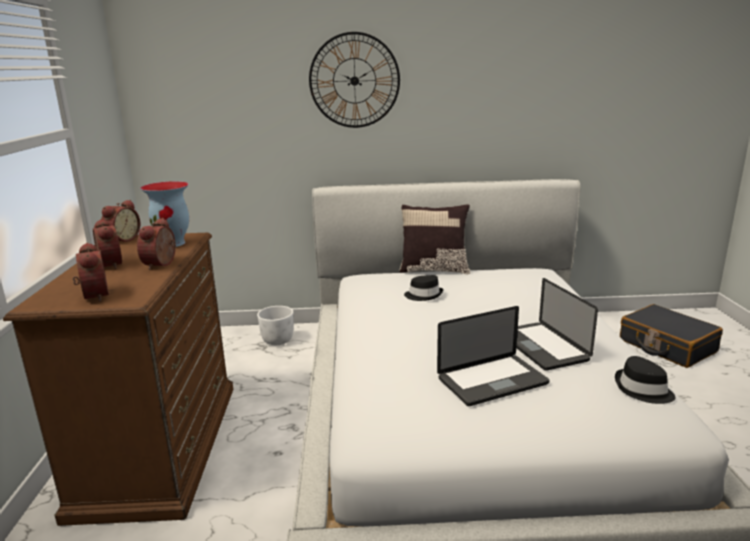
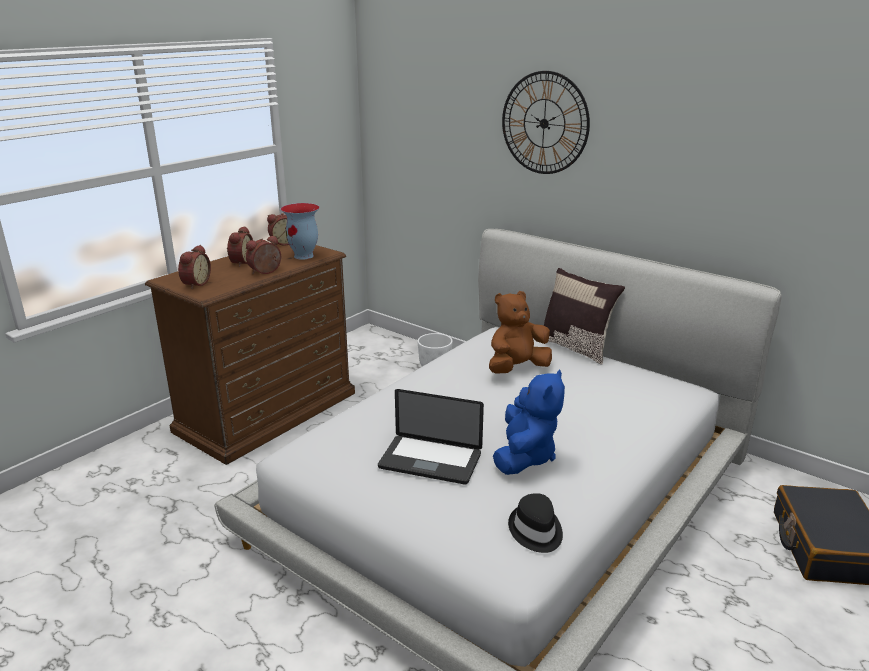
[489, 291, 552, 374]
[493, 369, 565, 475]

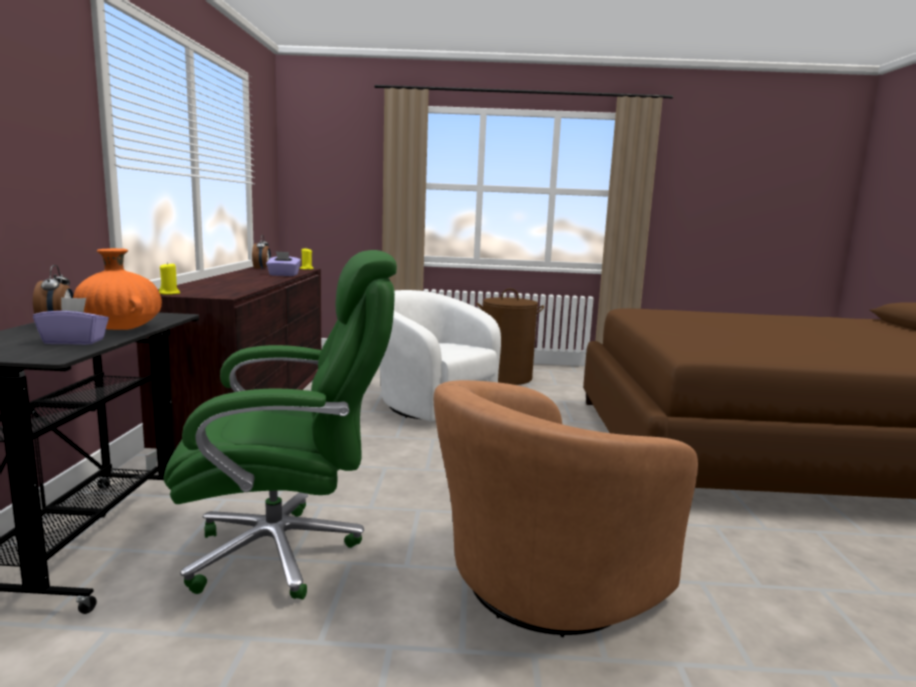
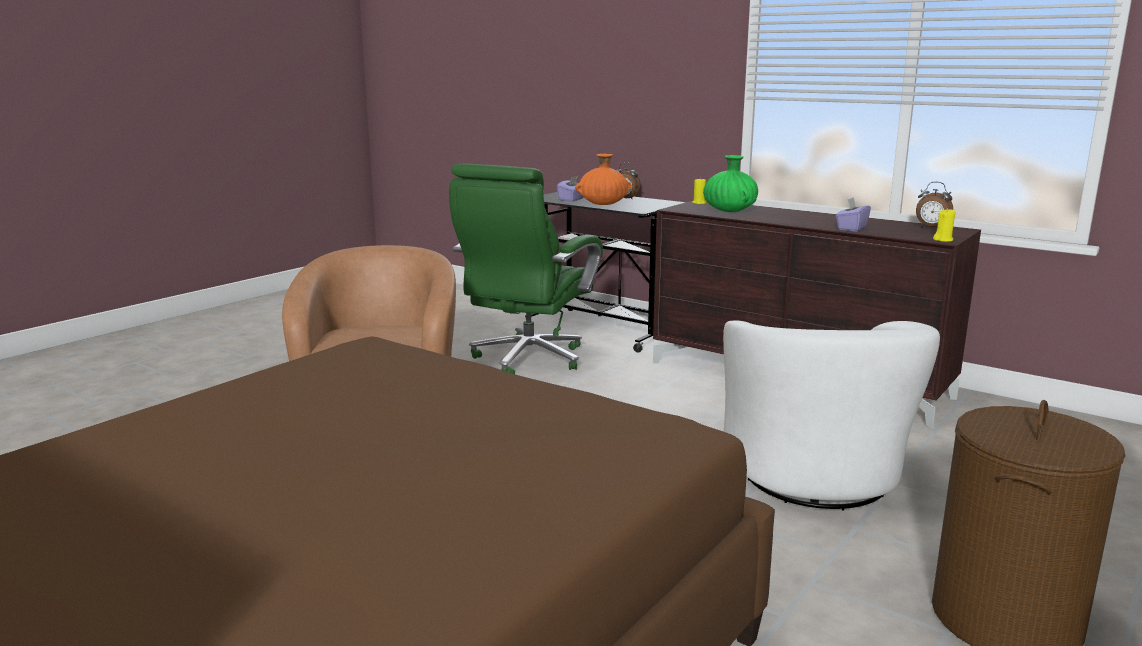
[723, 320, 940, 511]
[703, 155, 758, 212]

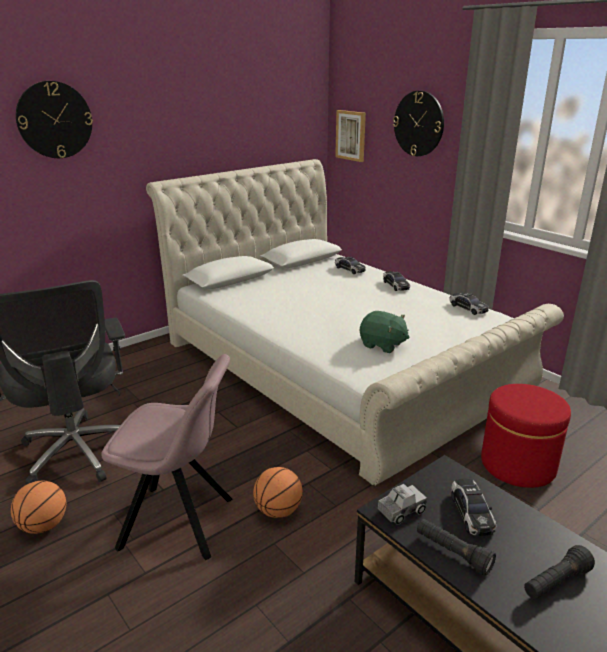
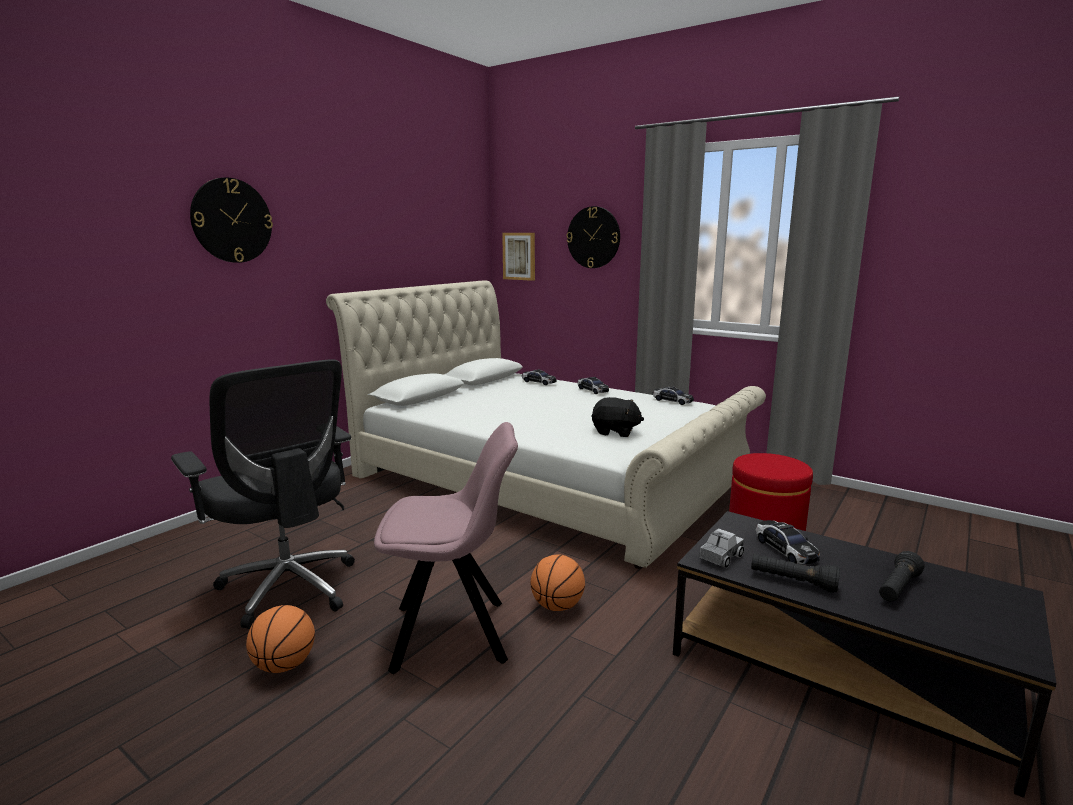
[591, 397, 644, 437]

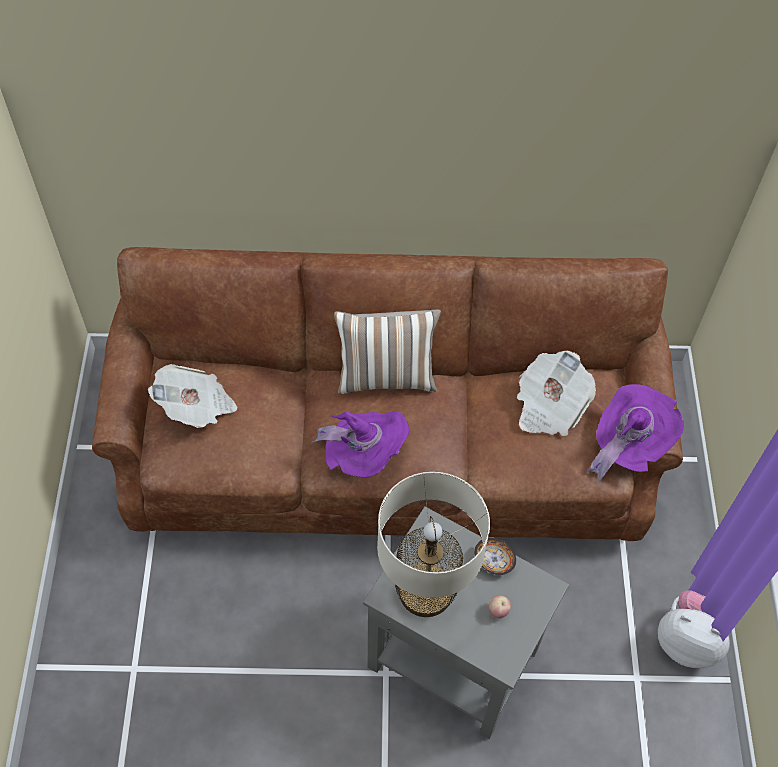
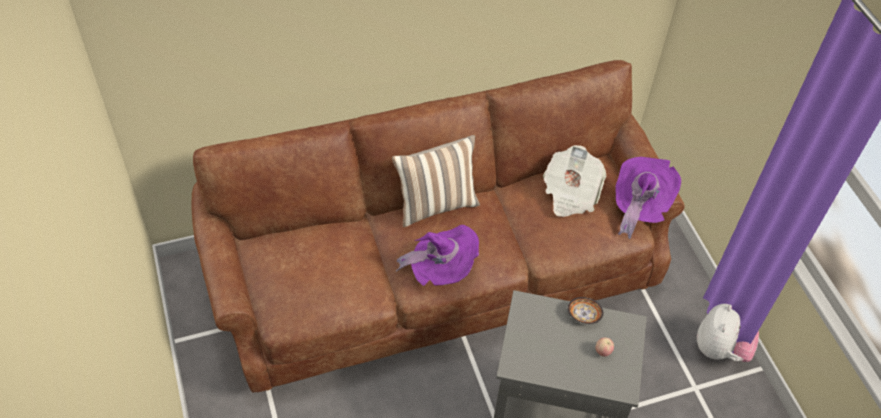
[148, 364, 238, 428] (first image)
[377, 472, 490, 617] (first image)
[697, 304, 759, 362]

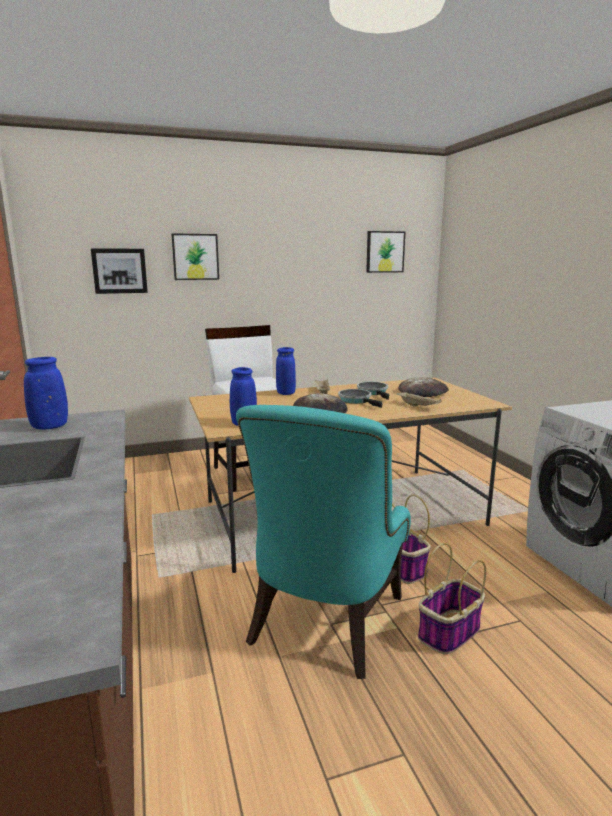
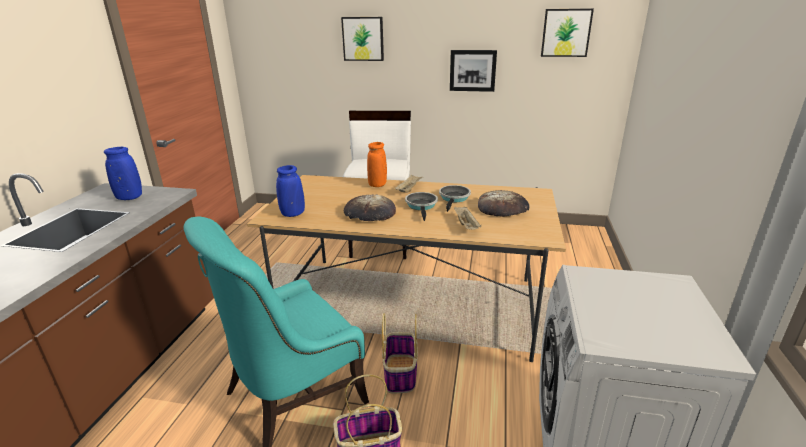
[450, 50, 497, 92]
[367, 142, 387, 187]

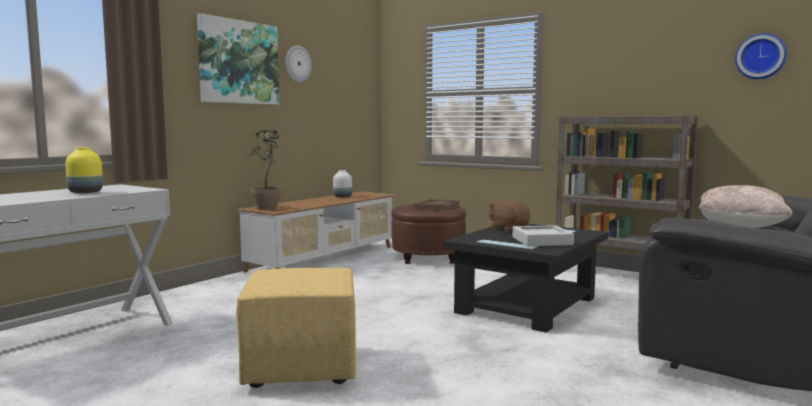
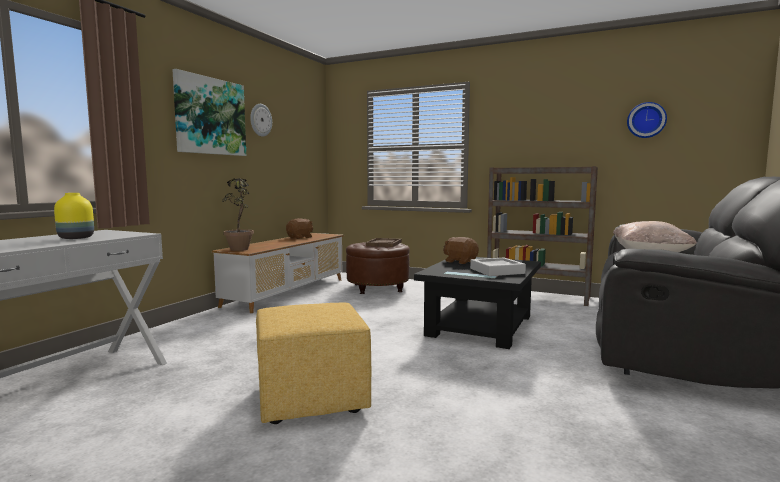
[286, 218, 313, 239]

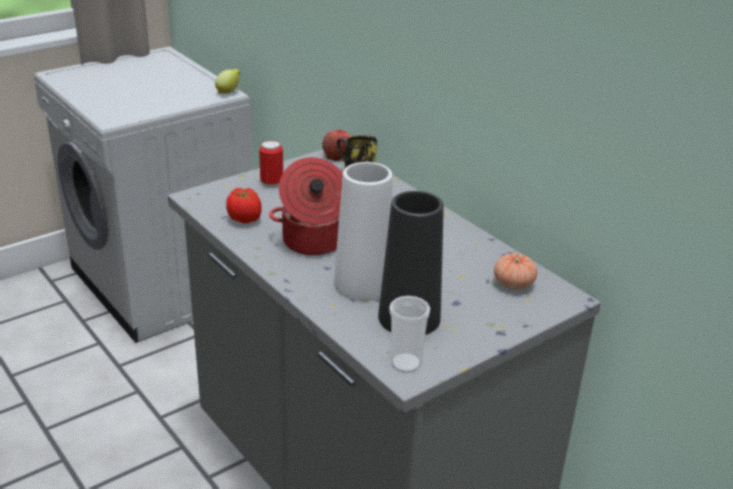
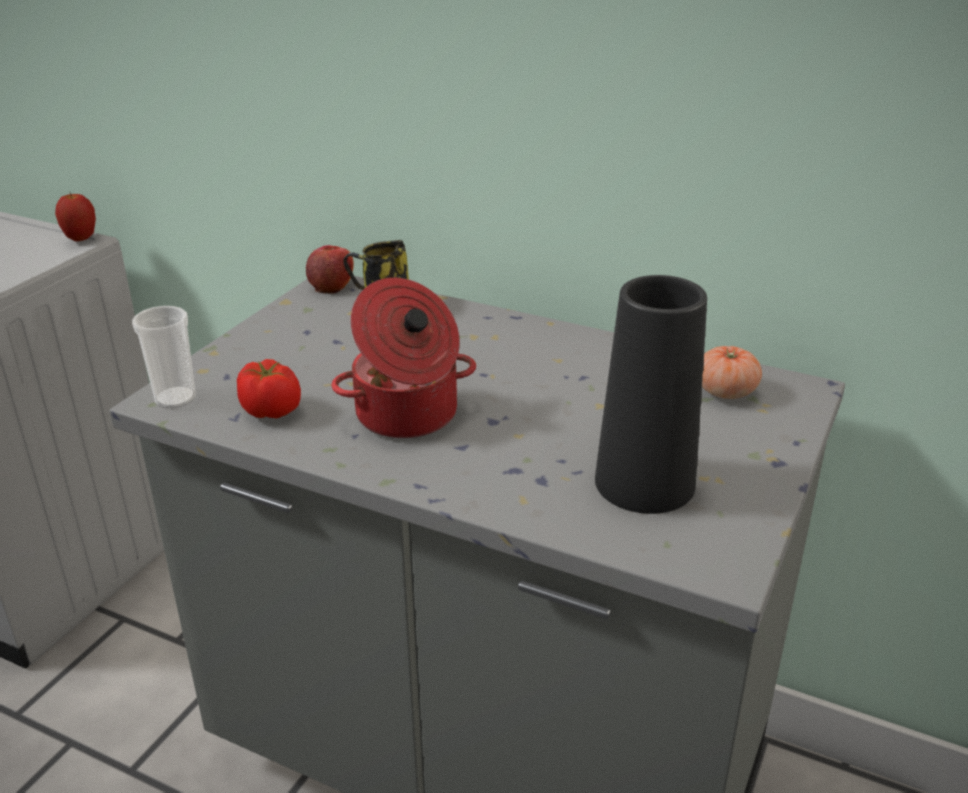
[55, 192, 96, 241]
[259, 140, 283, 188] (first image)
[334, 162, 393, 301] (first image)
[132, 306, 196, 408]

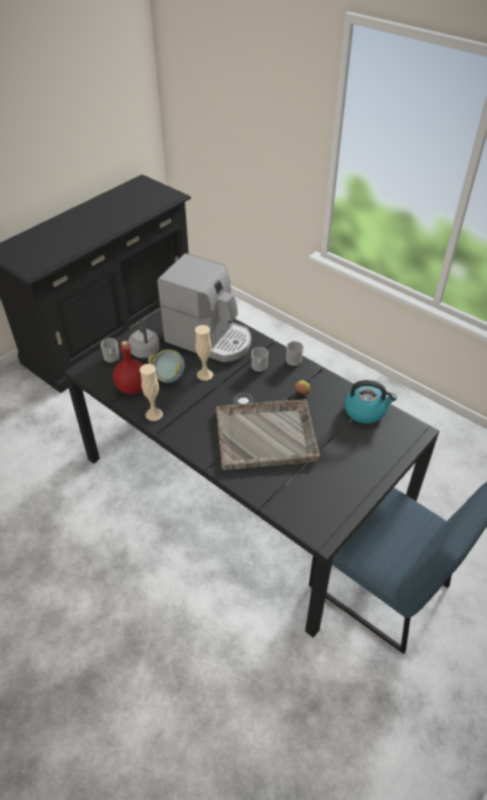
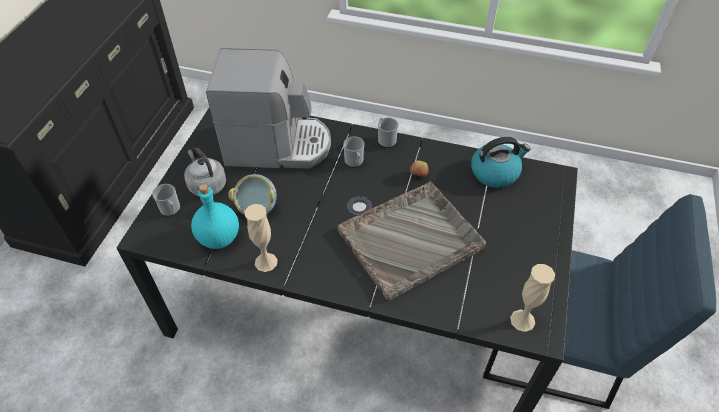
[191, 184, 239, 249]
[510, 264, 555, 332]

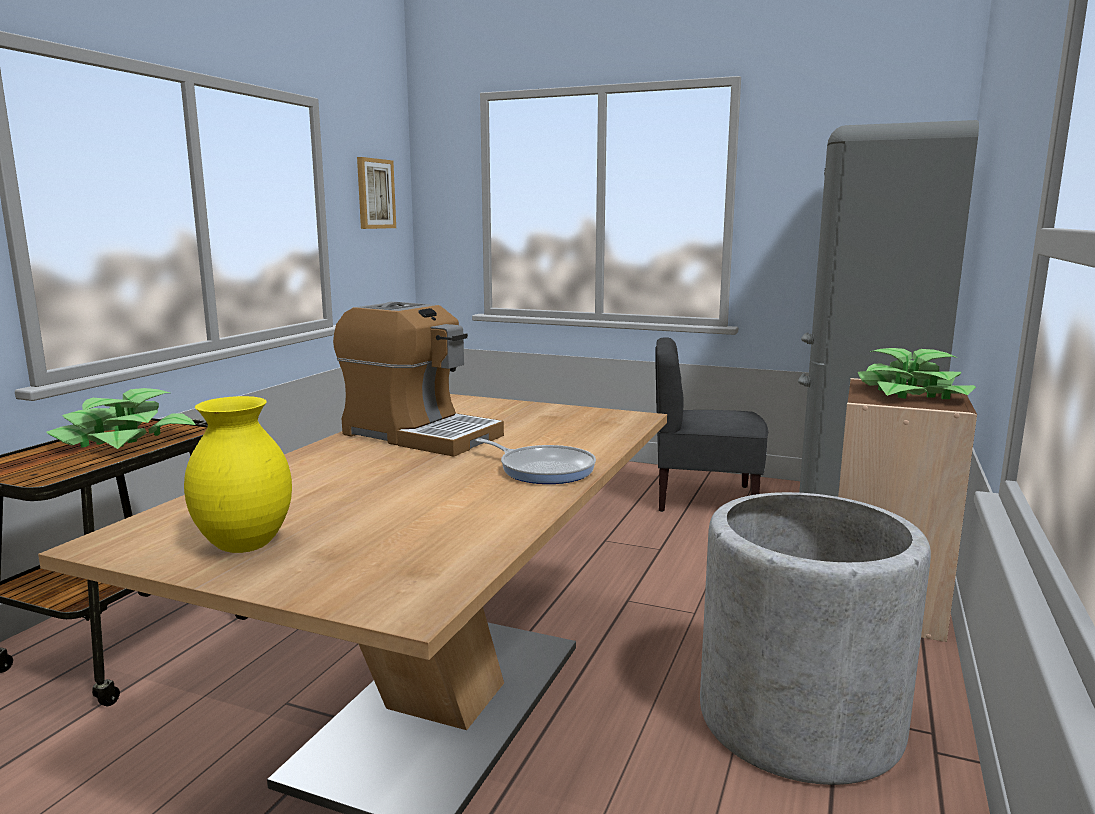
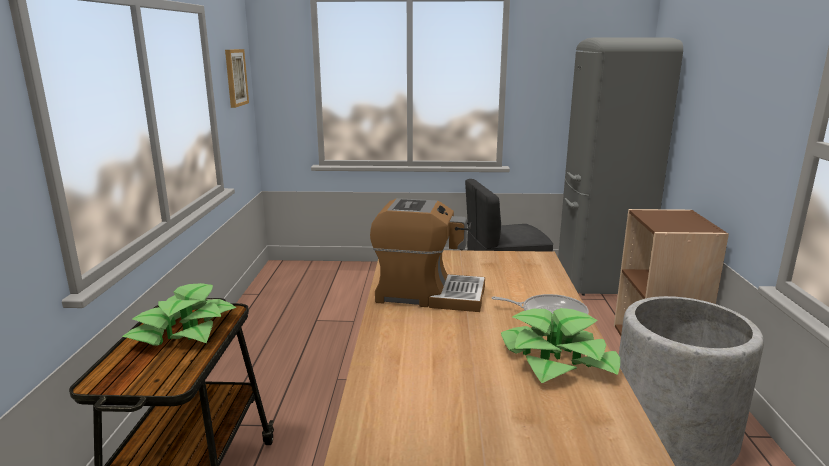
[184, 396, 292, 553] (first image)
[501, 308, 620, 383]

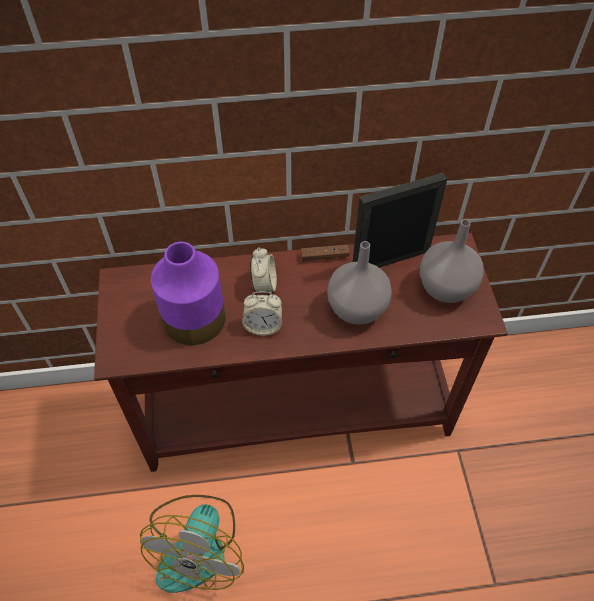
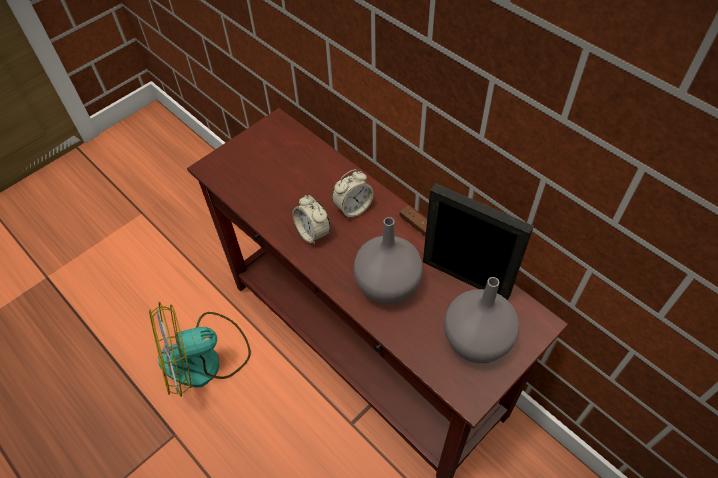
[151, 242, 226, 345] (first image)

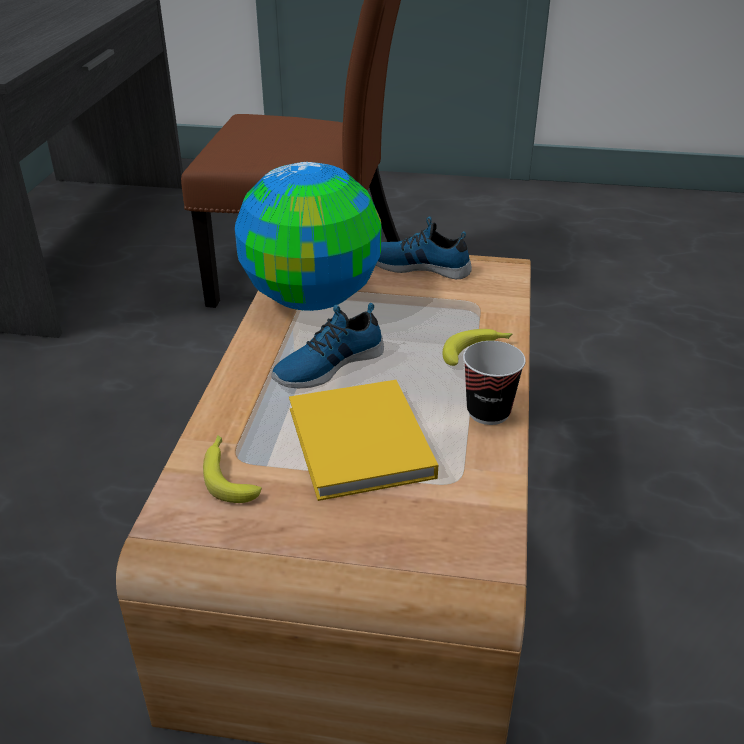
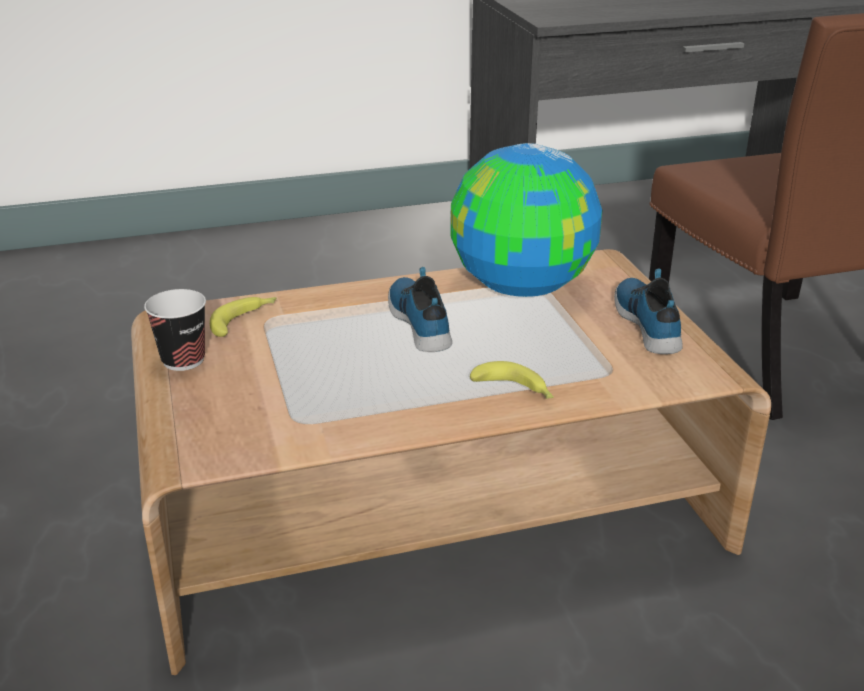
[388, 267, 452, 352]
[289, 380, 438, 501] (first image)
[144, 289, 206, 371]

